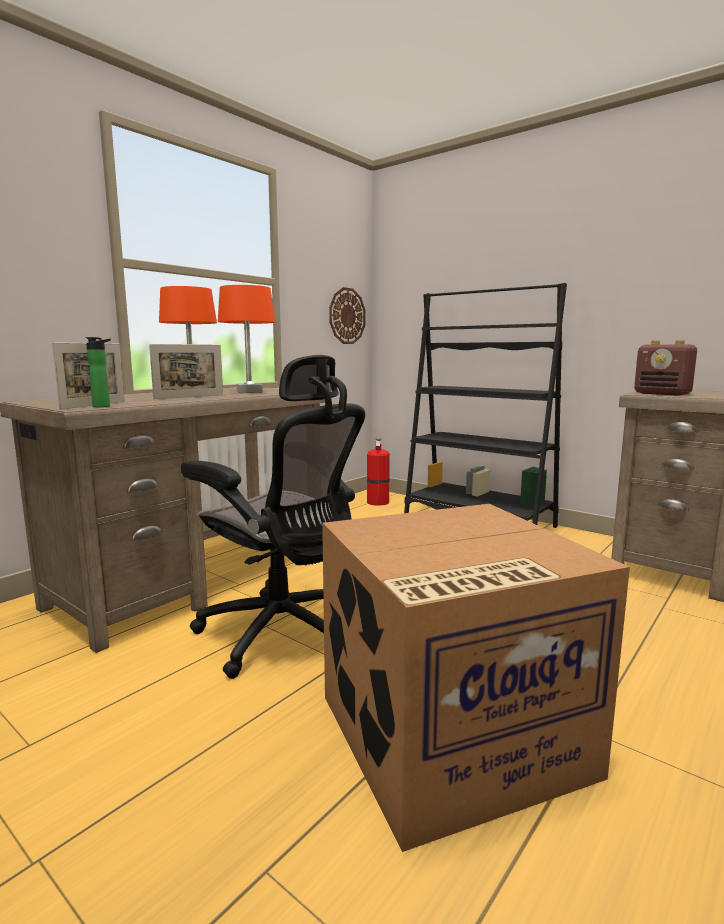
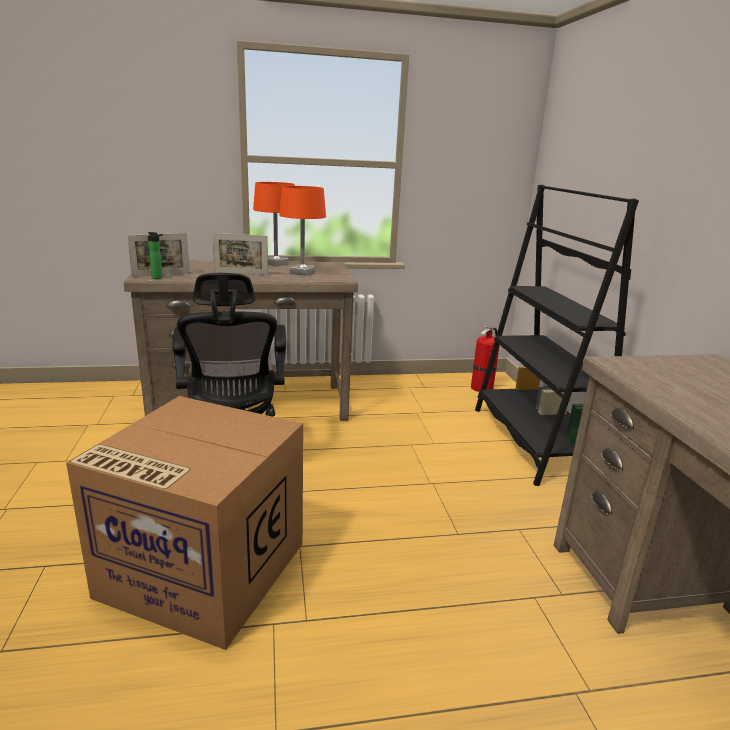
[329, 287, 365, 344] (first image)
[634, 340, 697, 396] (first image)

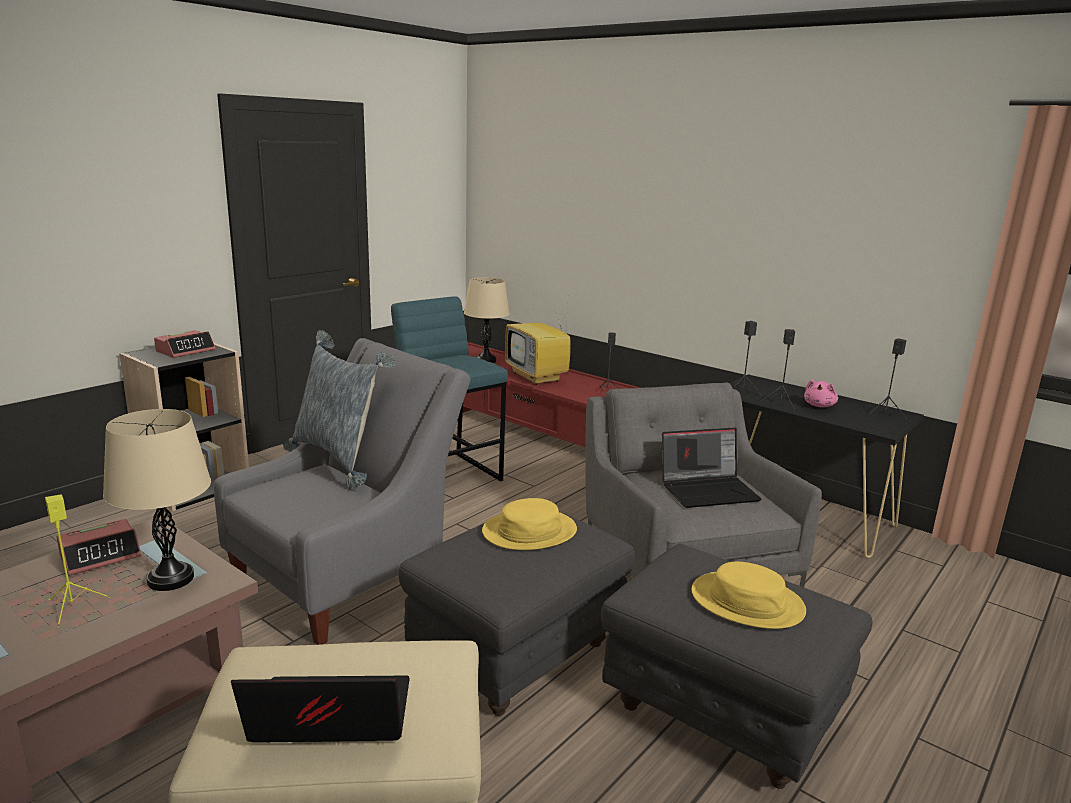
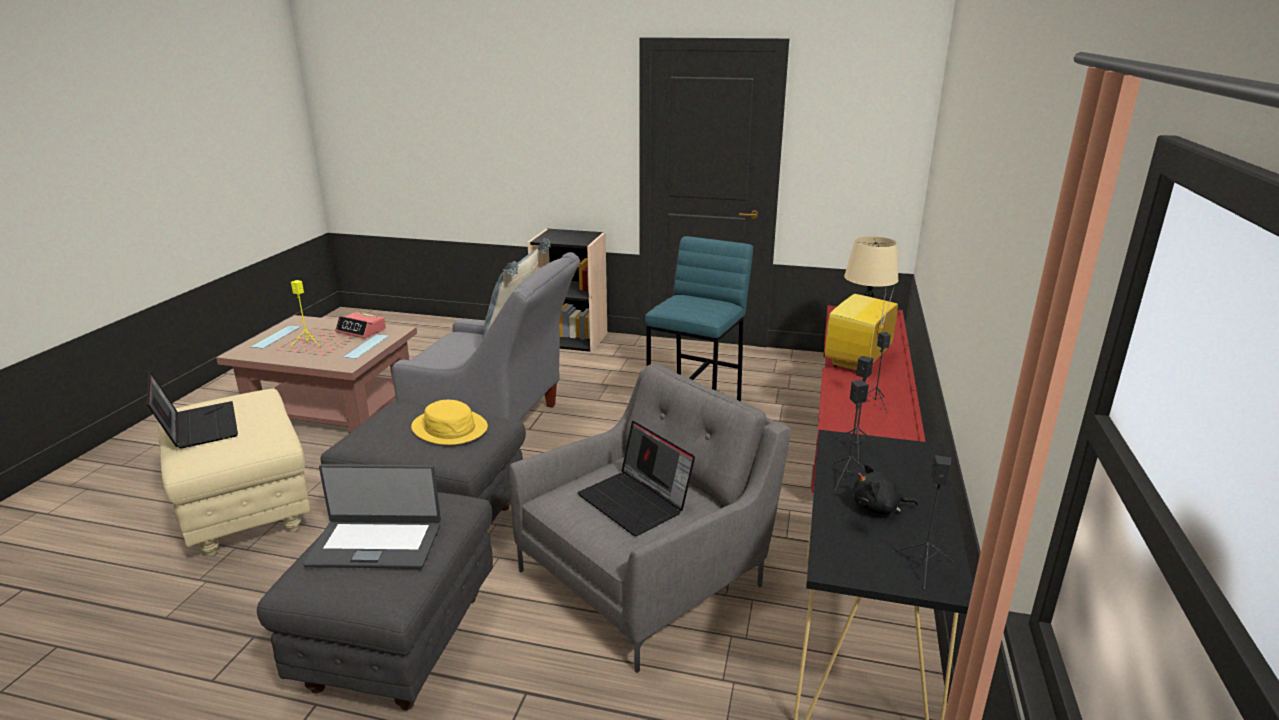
[103, 409, 211, 591] (first image)
[154, 330, 215, 358] (first image)
[303, 464, 441, 569]
[853, 464, 918, 514]

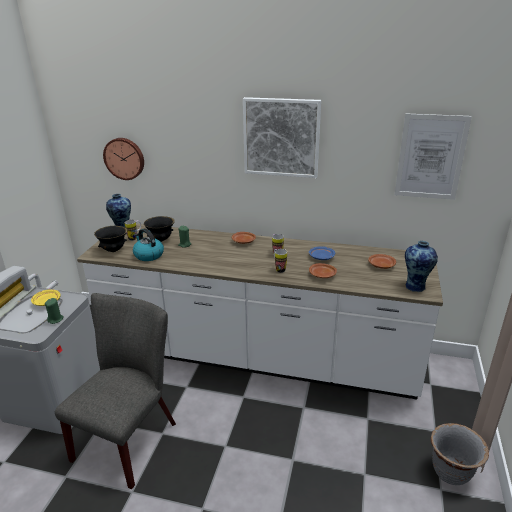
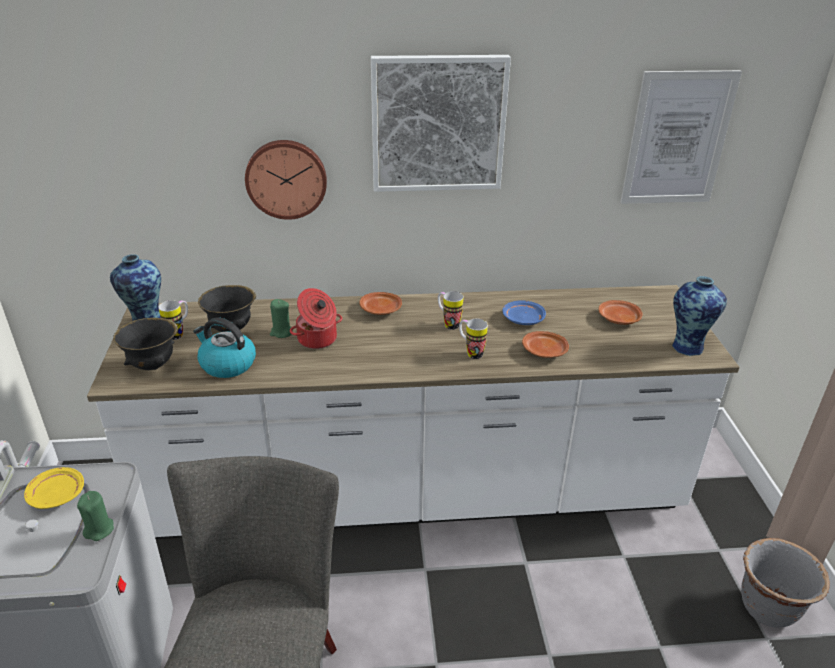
[245, 140, 327, 220]
[290, 288, 342, 349]

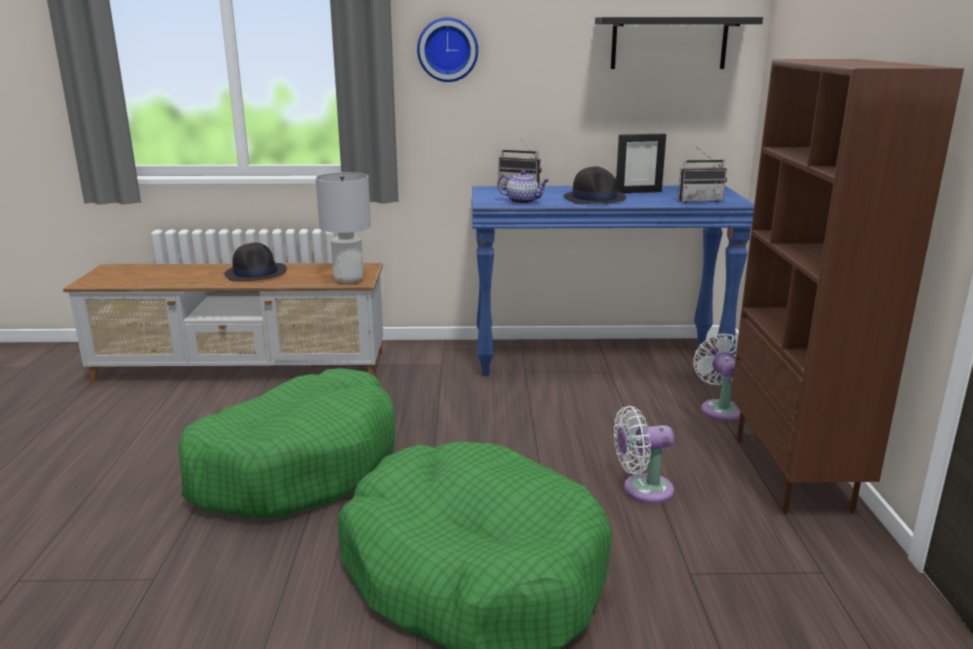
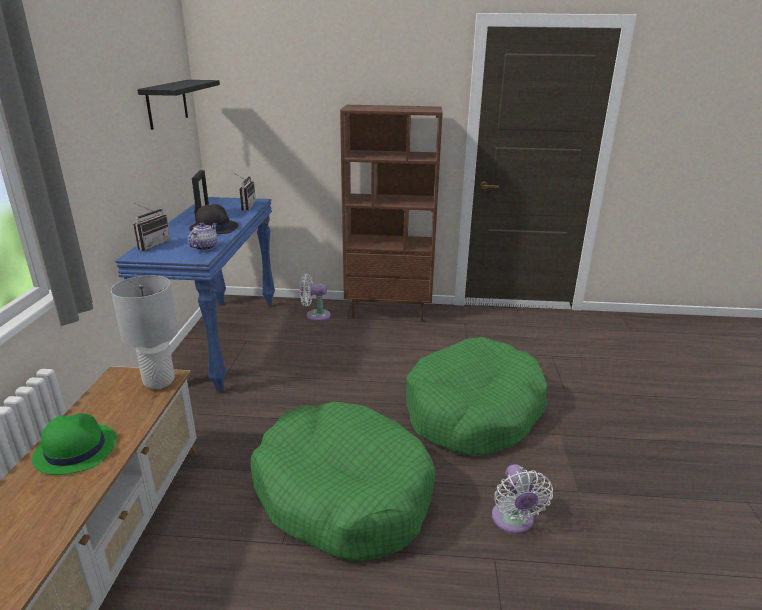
[32, 414, 117, 475]
[417, 17, 478, 82] (first image)
[492, 464, 553, 534]

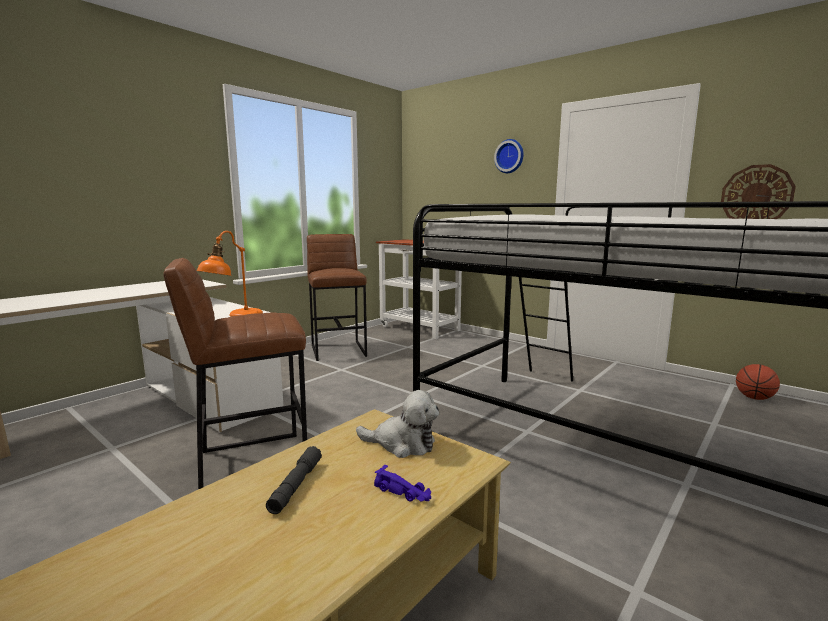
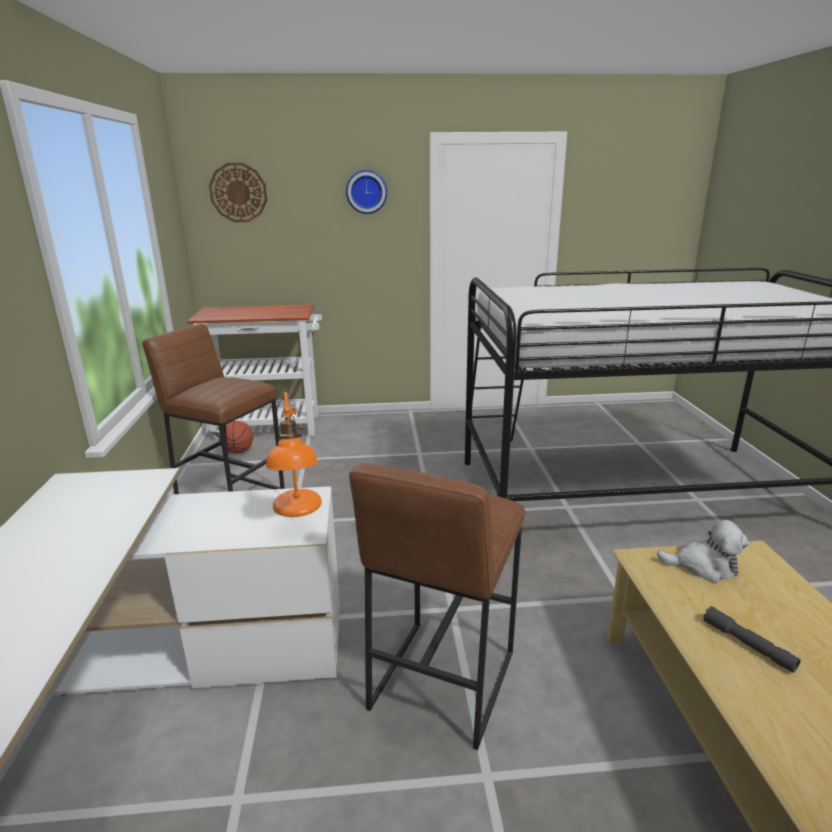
[657, 519, 749, 583]
[374, 465, 431, 502] (first image)
[209, 163, 267, 222]
[219, 421, 253, 454]

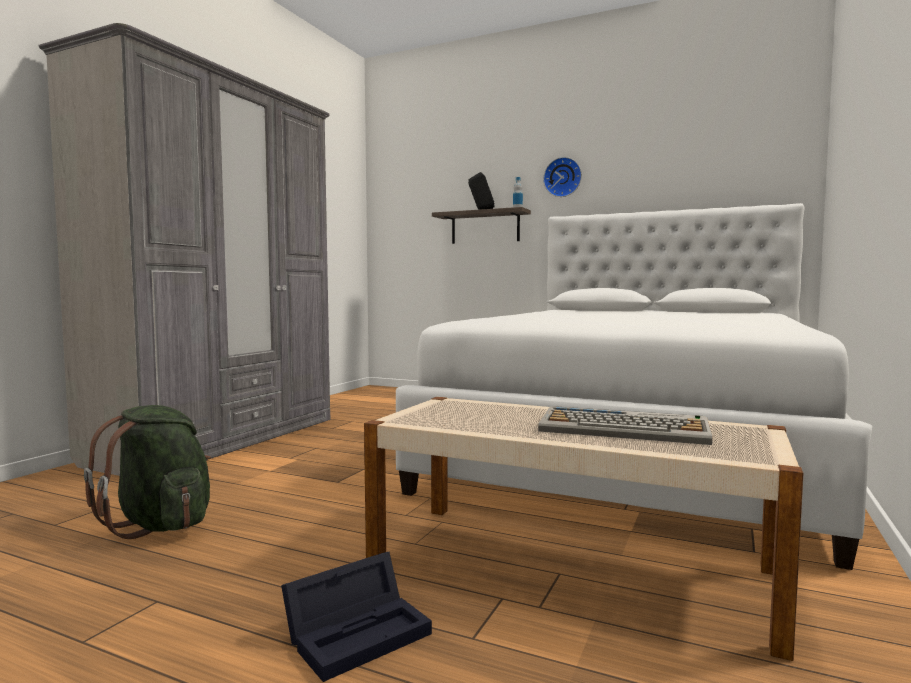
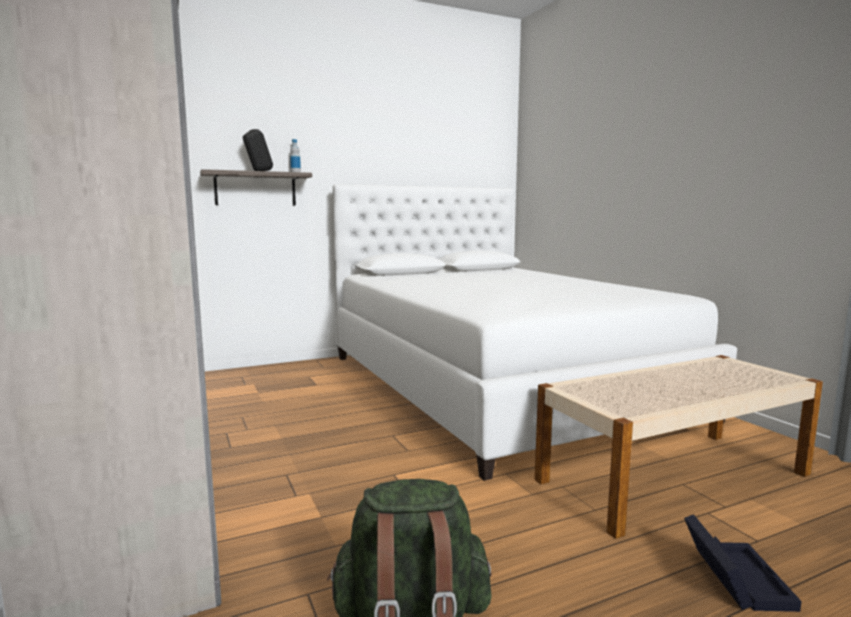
[538, 406, 712, 445] (first image)
[543, 157, 582, 197] (first image)

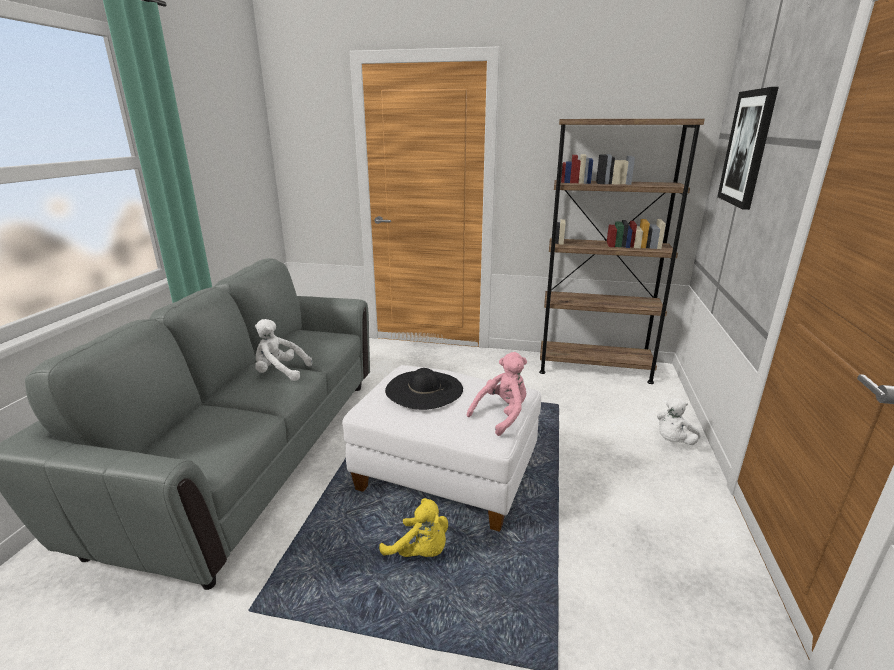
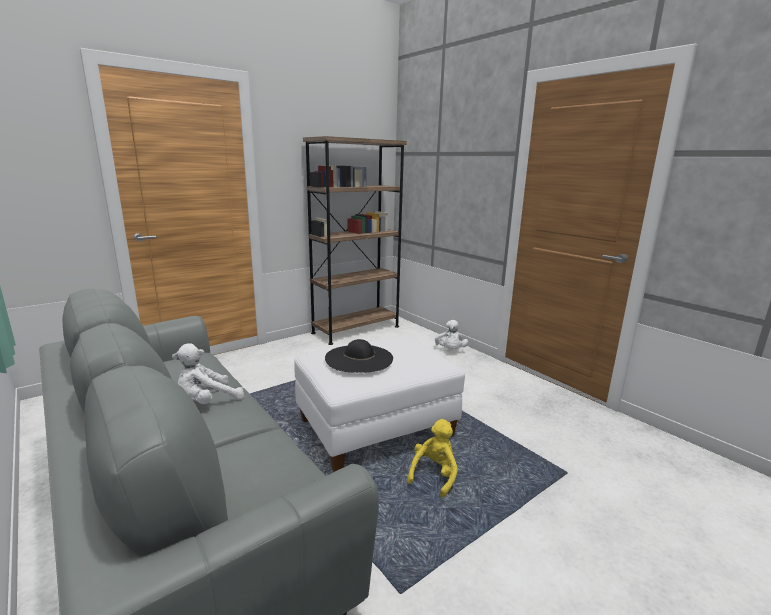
[407, 419, 458, 498]
[467, 352, 527, 436] (first image)
[717, 87, 779, 210] (first image)

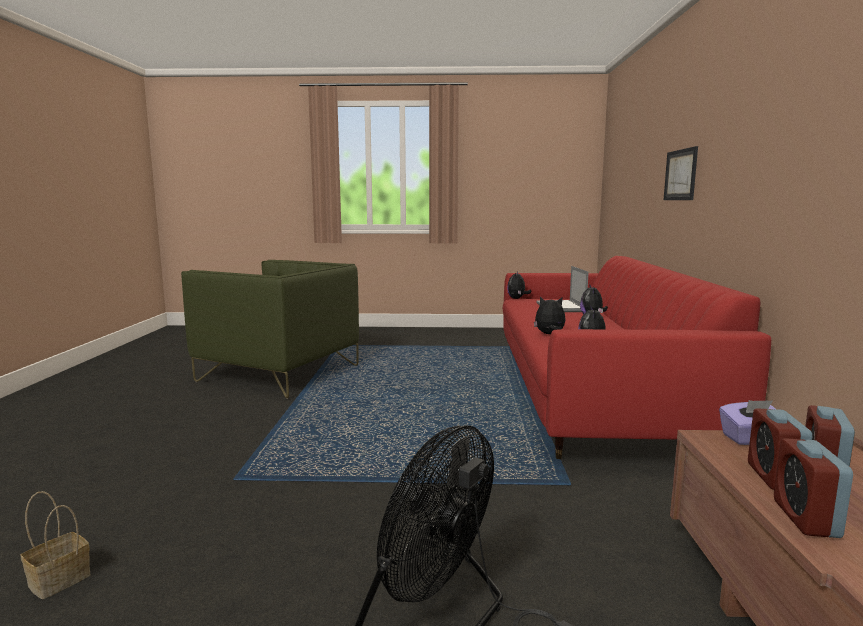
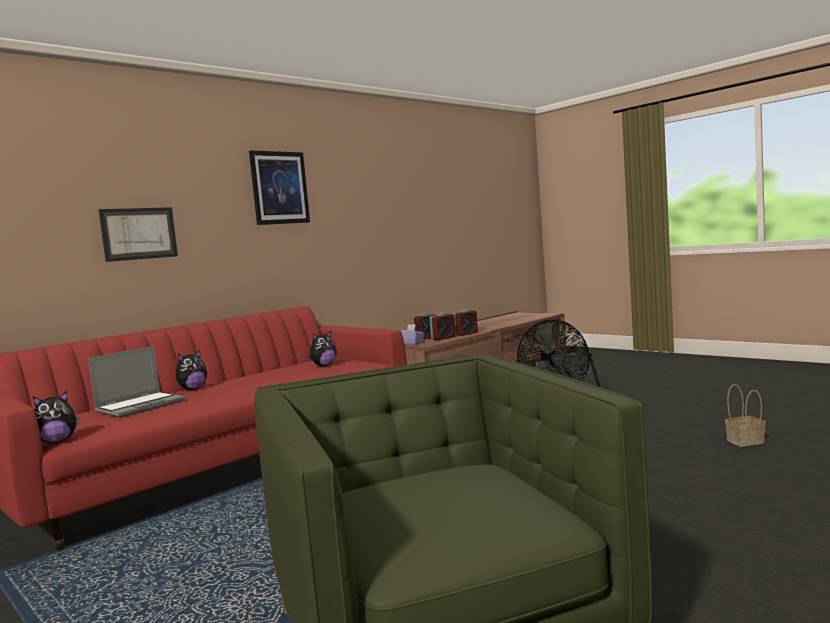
[534, 297, 566, 334] (first image)
[249, 150, 310, 225]

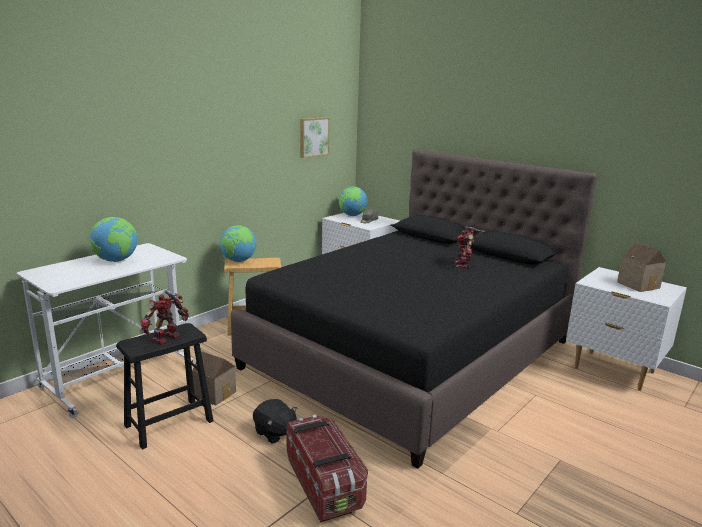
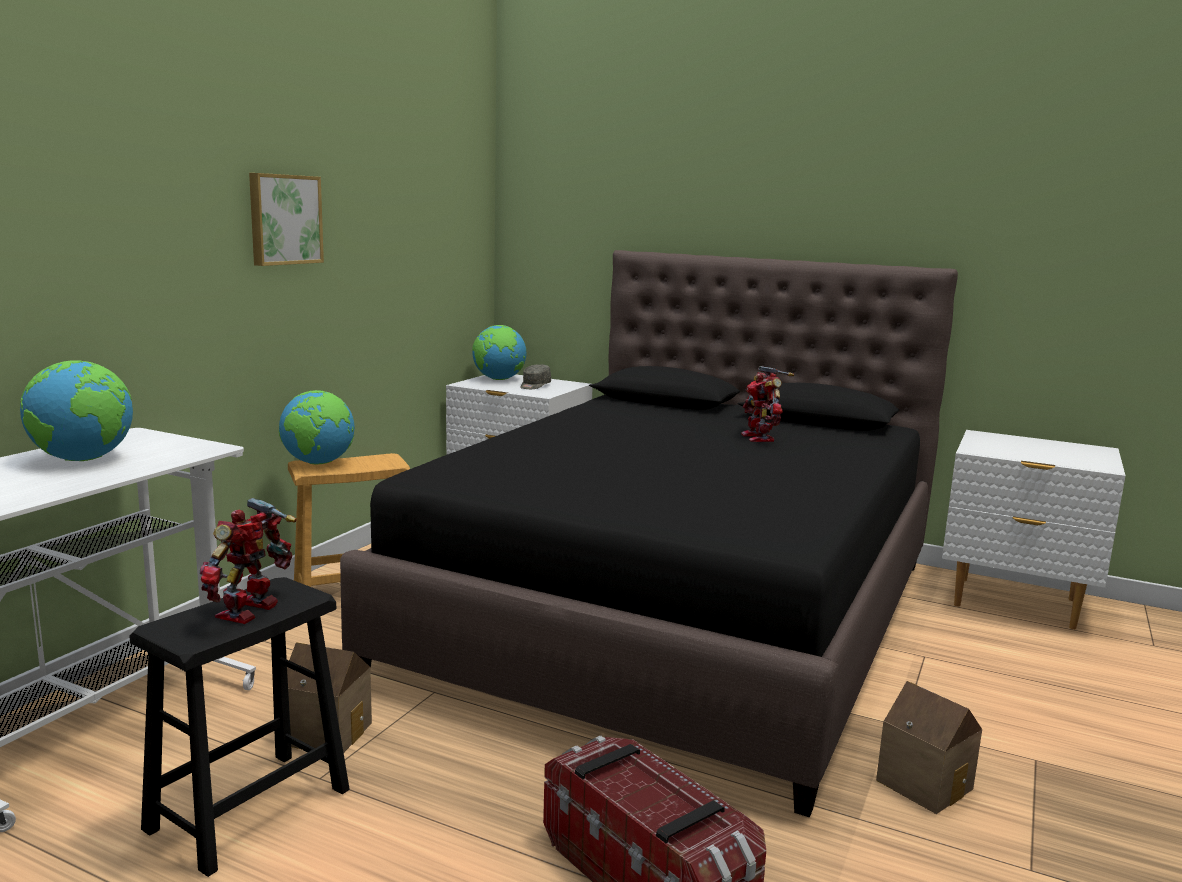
[253, 399, 297, 444] (first image)
[249, 173, 324, 266]
[876, 681, 982, 814]

